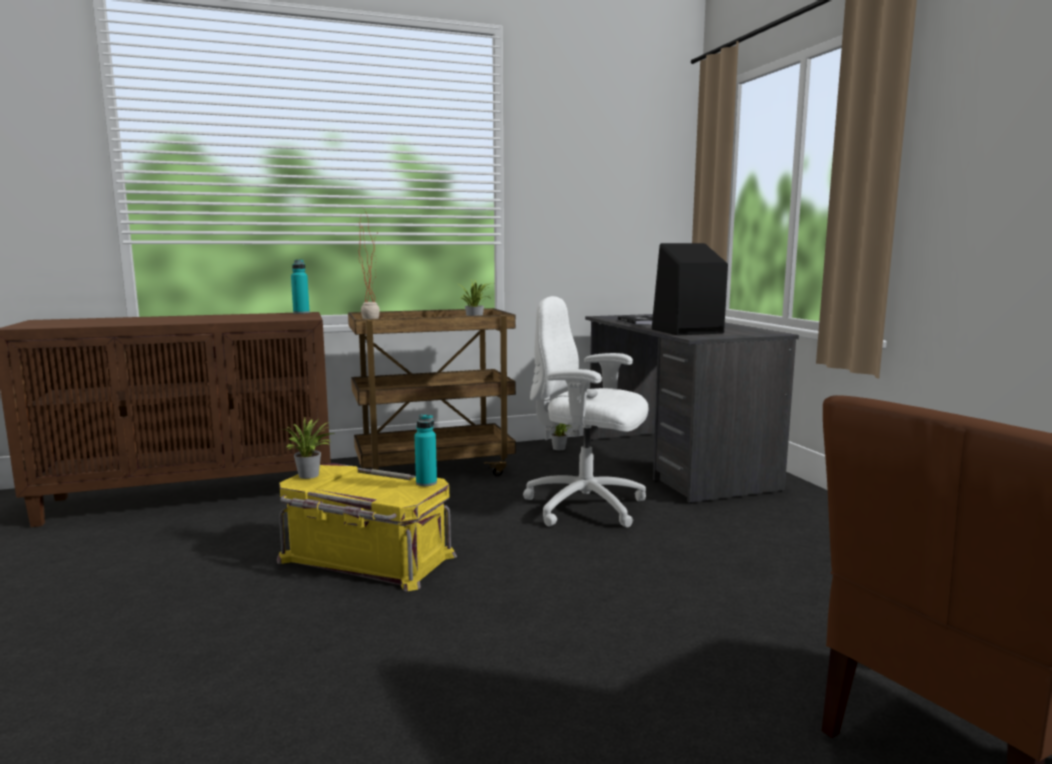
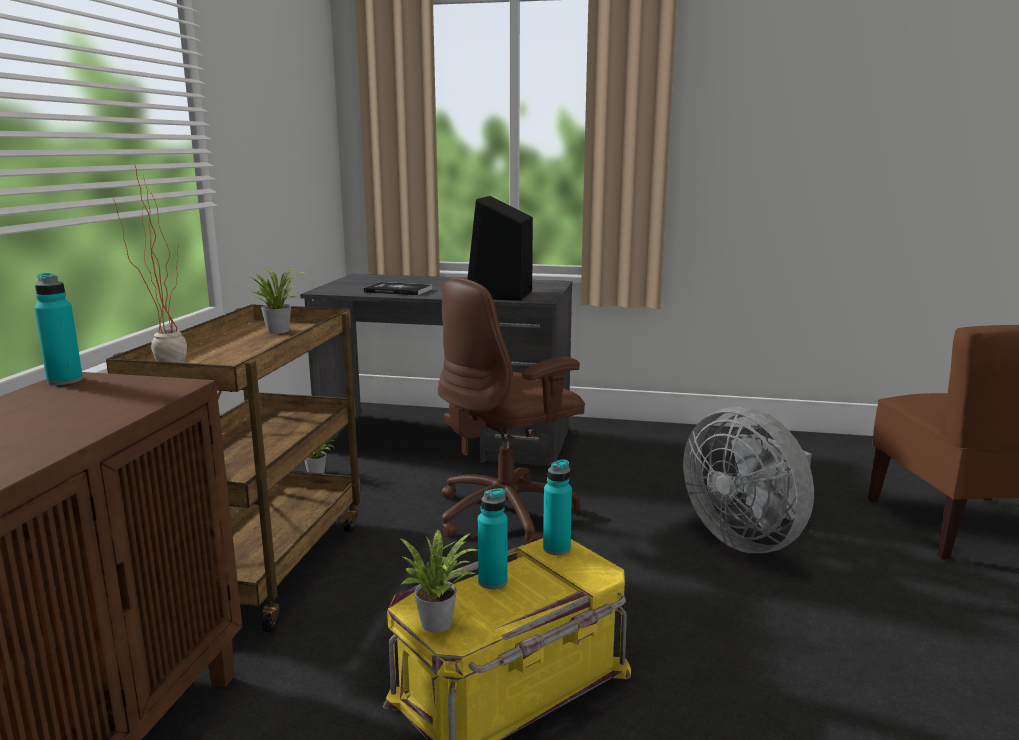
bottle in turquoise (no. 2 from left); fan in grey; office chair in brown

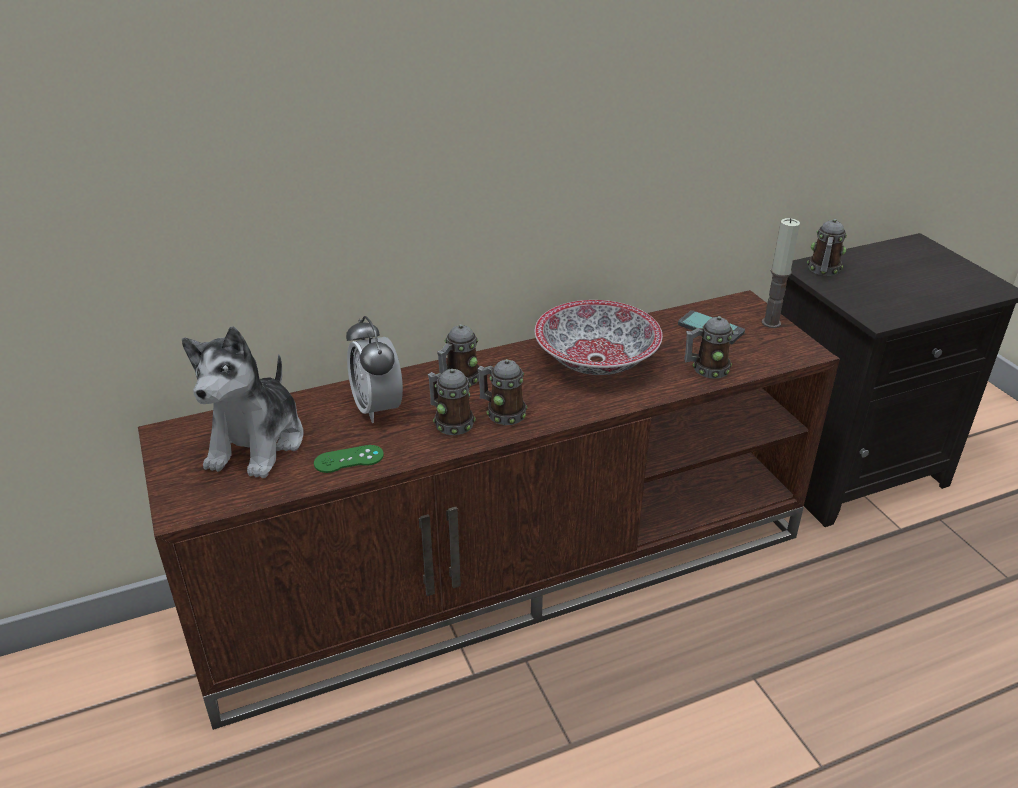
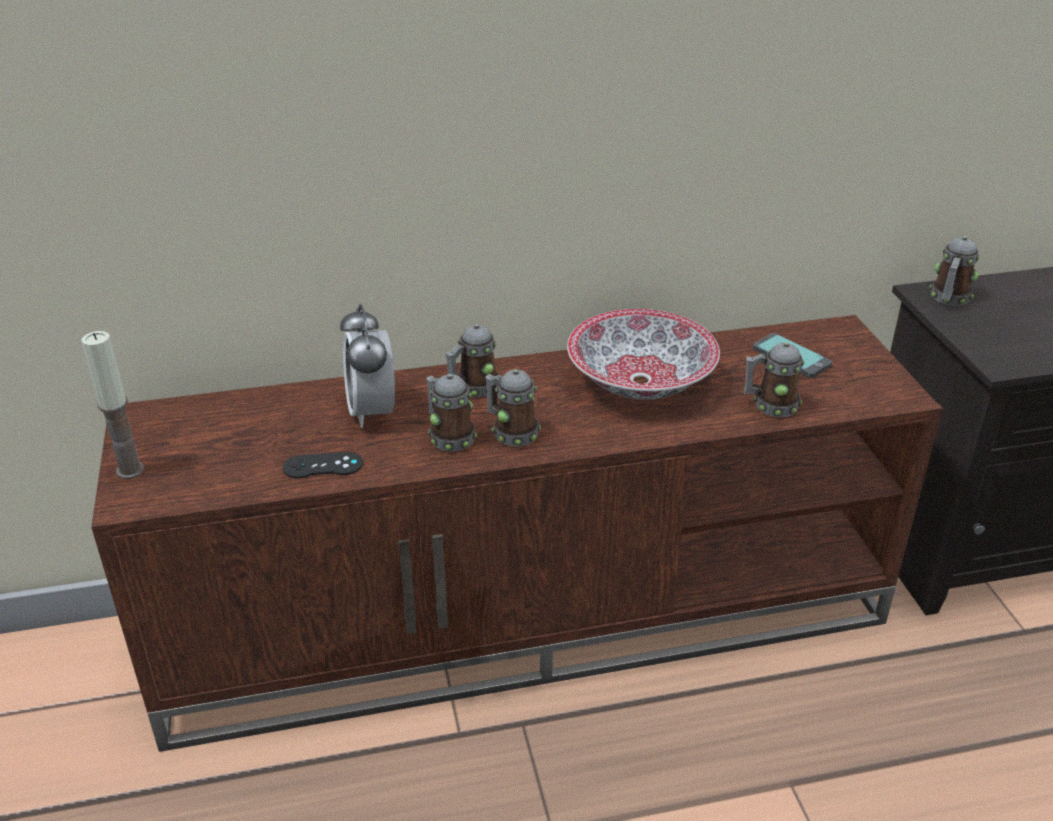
plush toy; candle; game controller in black

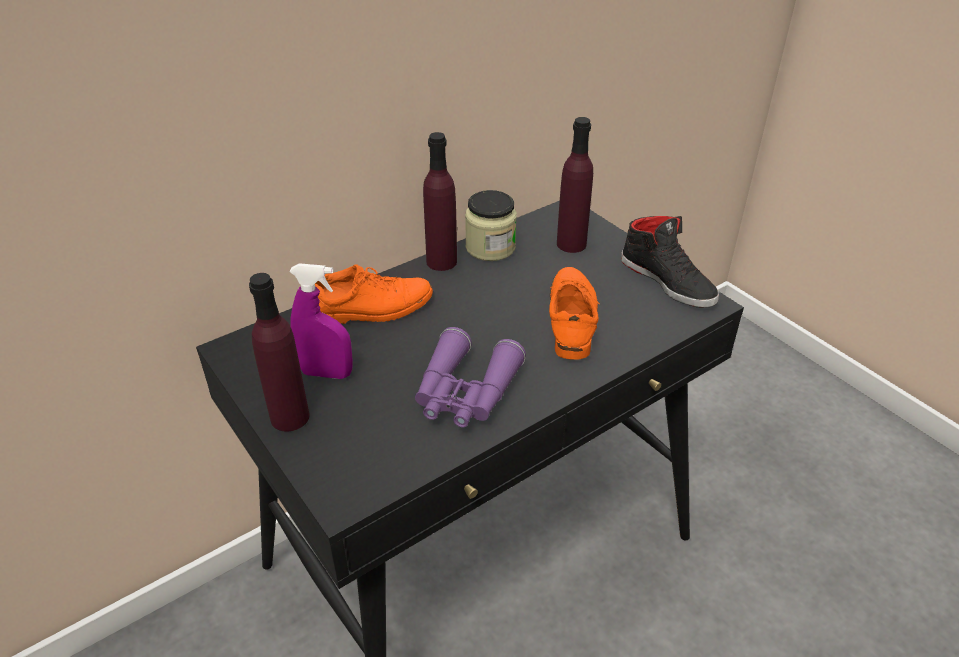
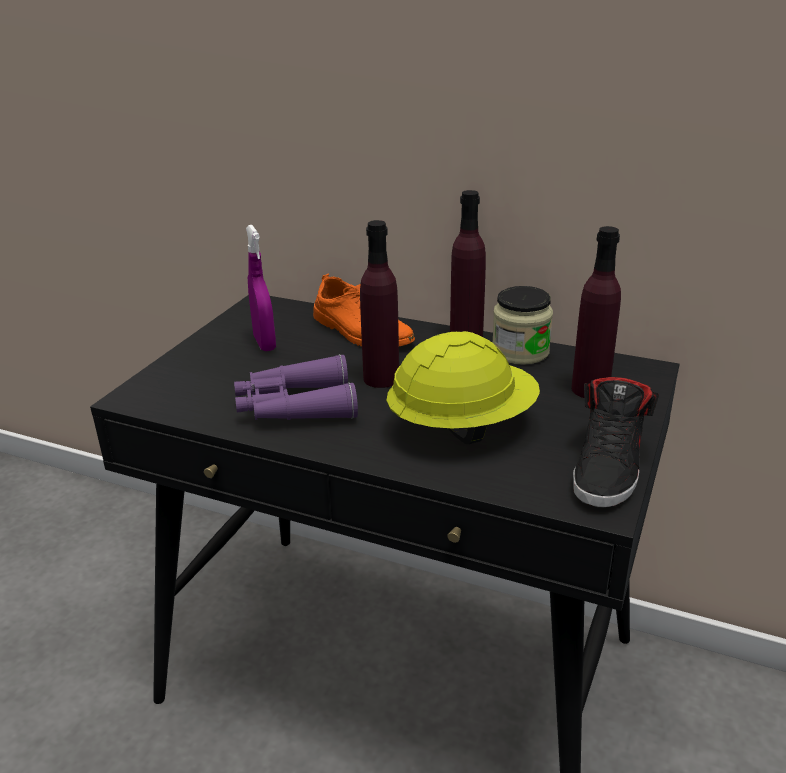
bottle in purple (no. 1 from left); hard hat in yellow

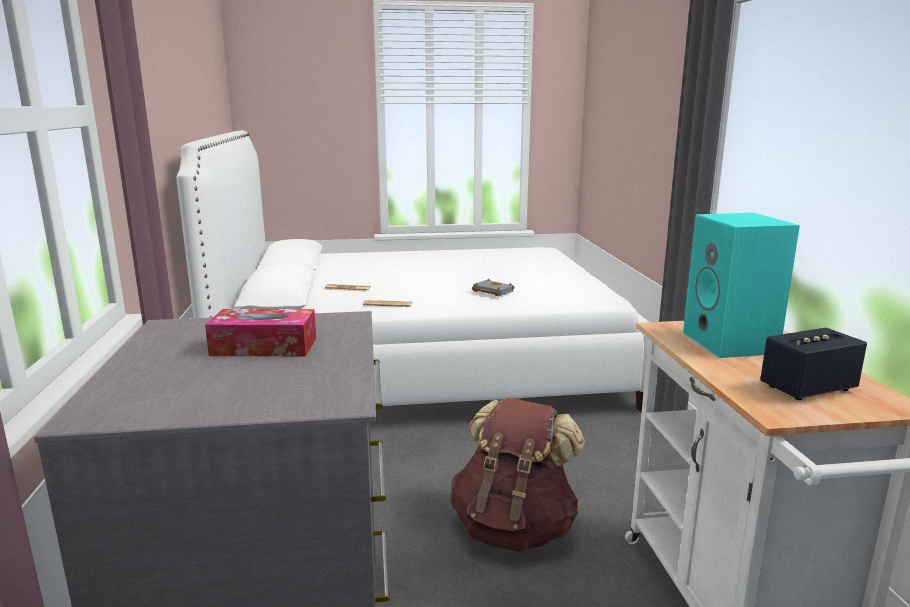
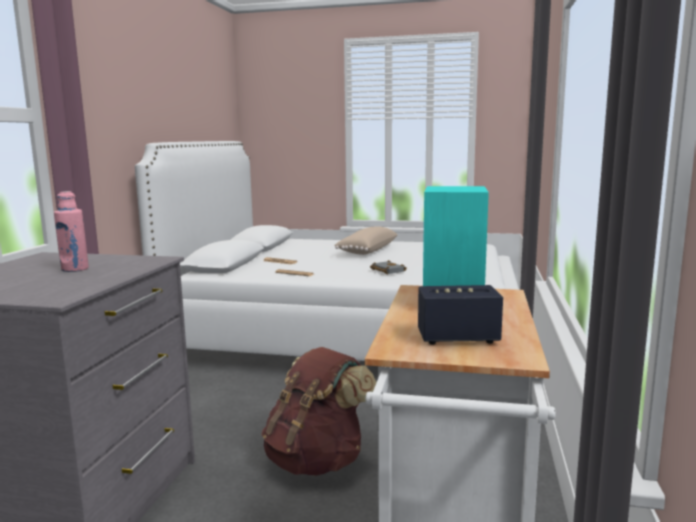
pillow in beige; bottle in pink

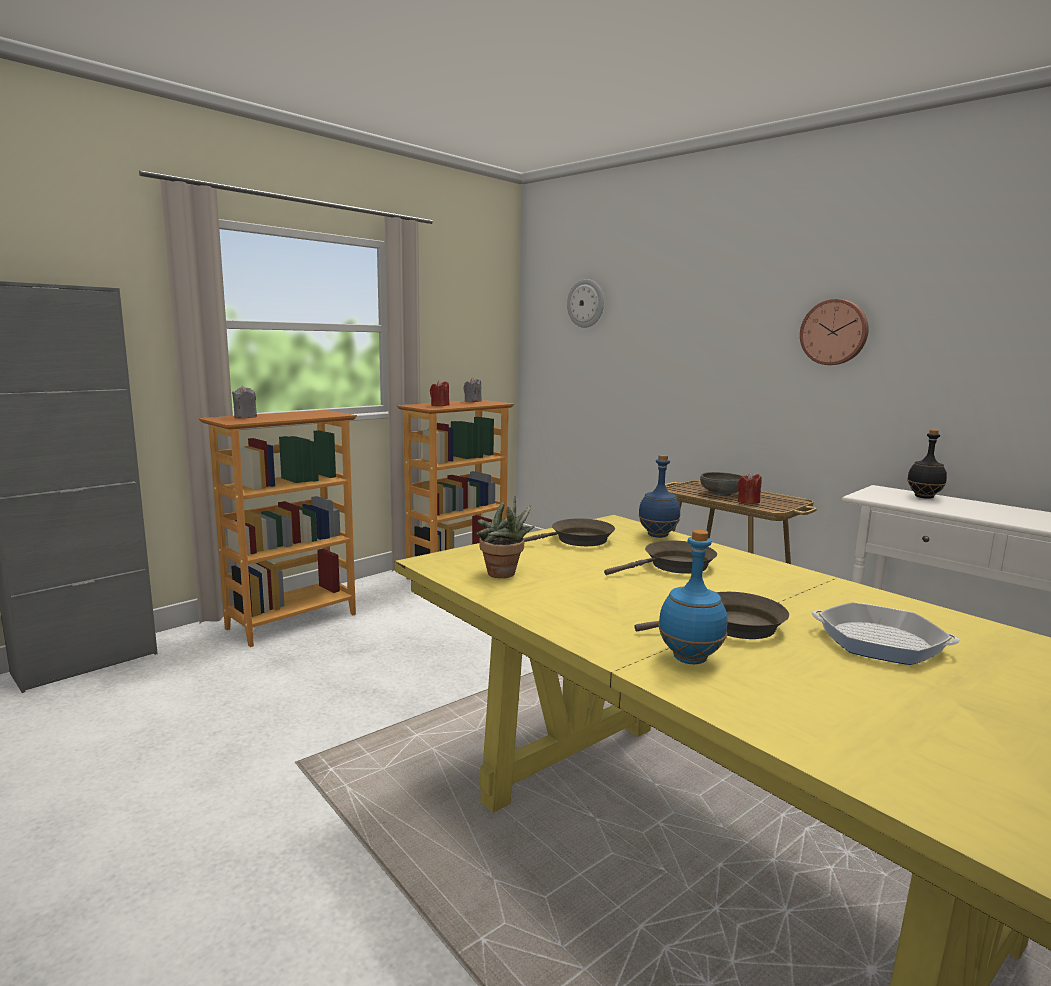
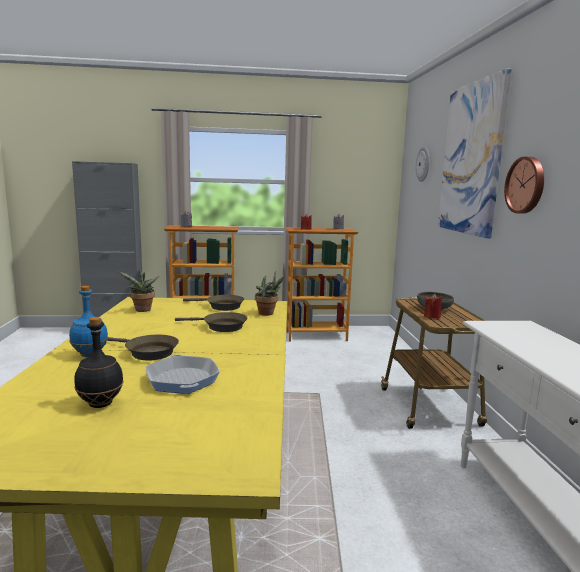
picture; bottle in black; potted plant (no. 2 from left)

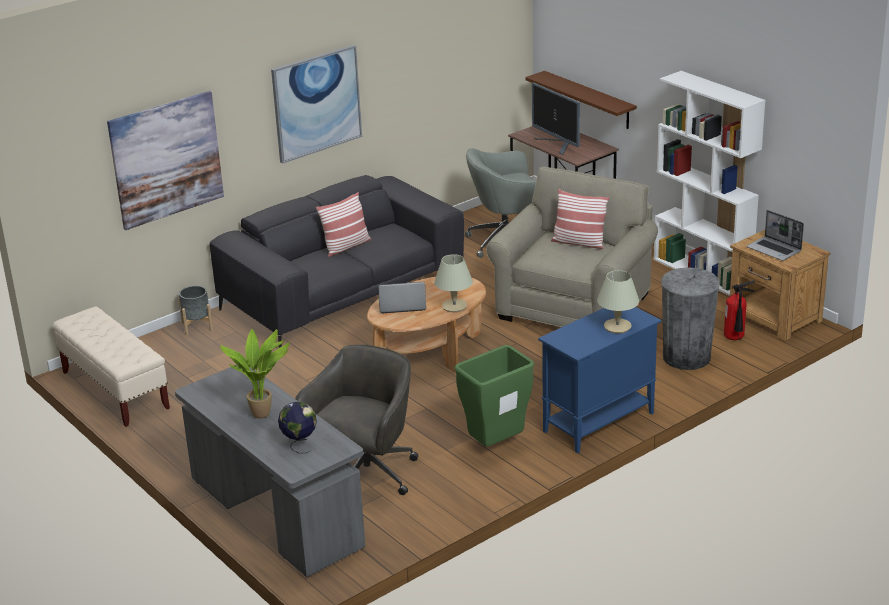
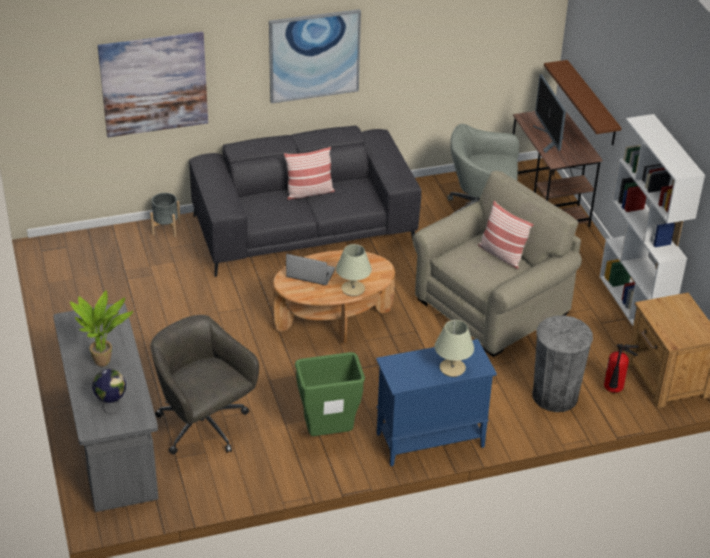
bench in beige; laptop (no. 2 from left in the first image); office chair in grey (no. 1 from left)

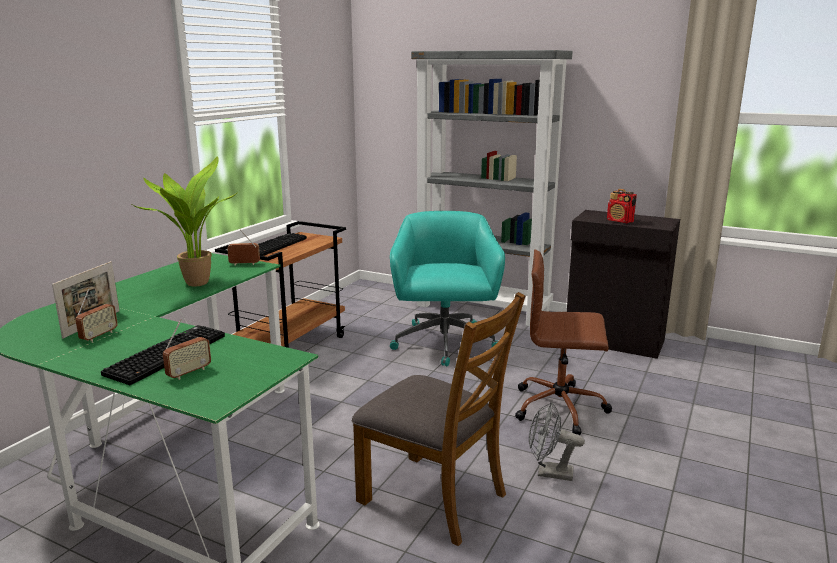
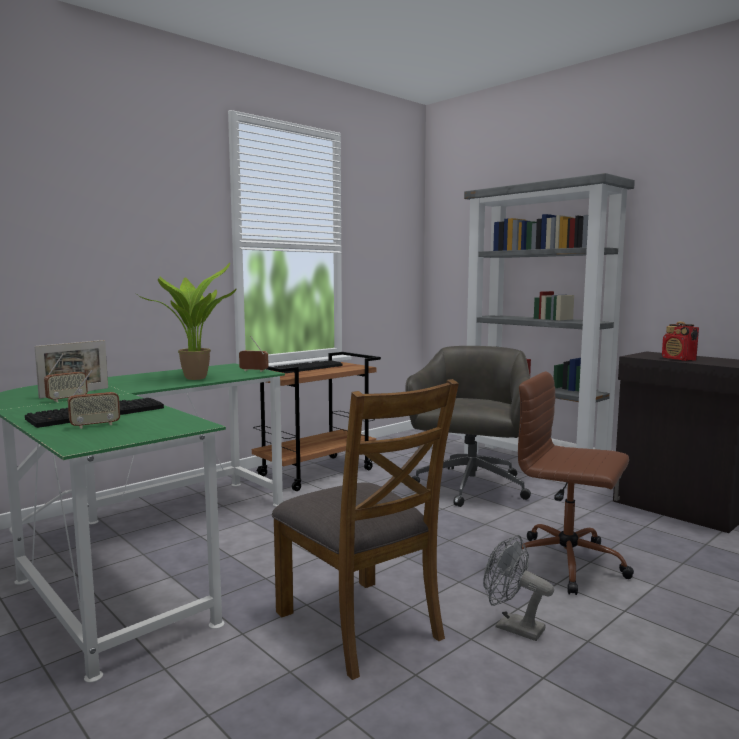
office chair in grey

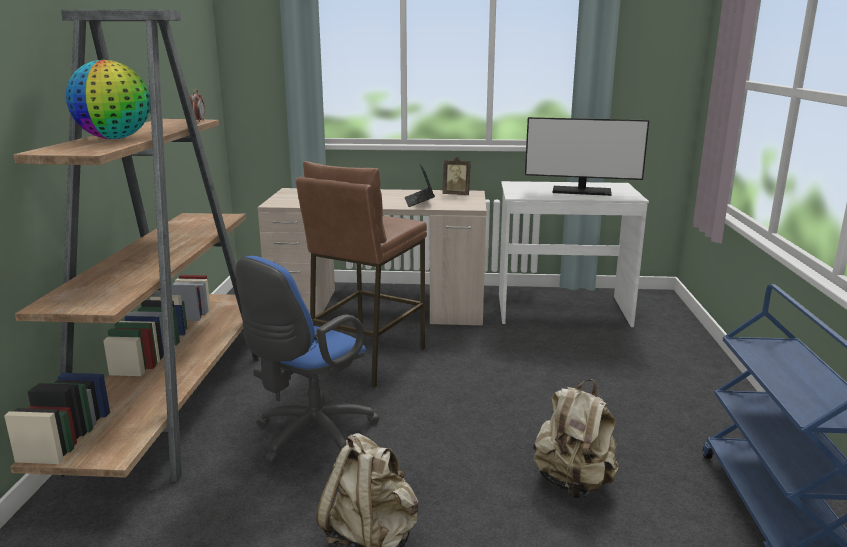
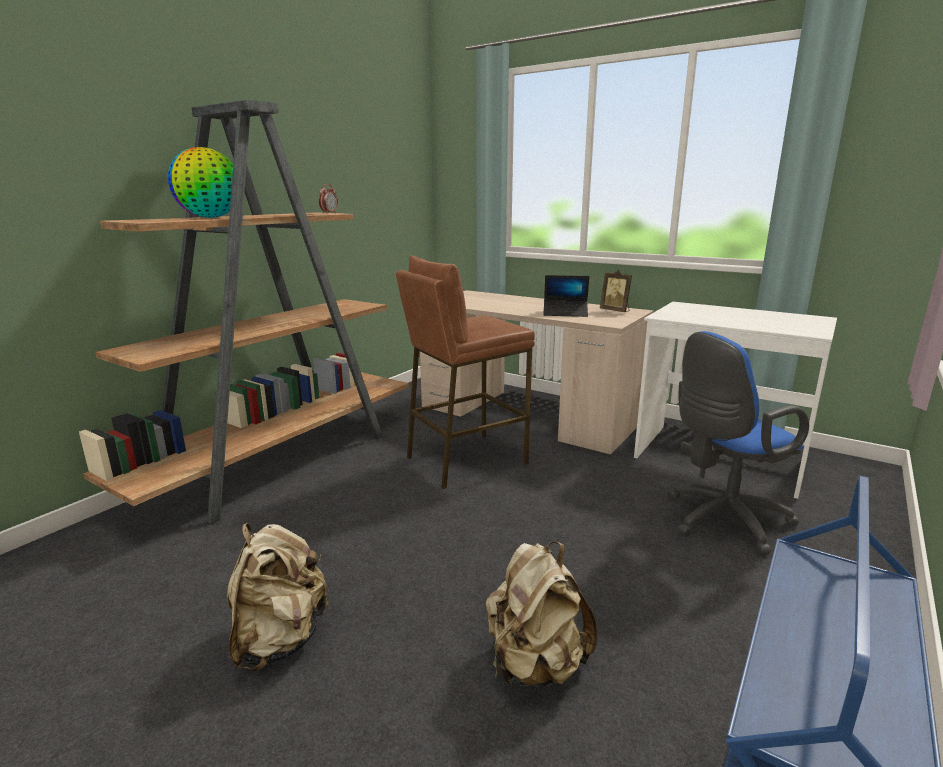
monitor; office chair in blue; laptop

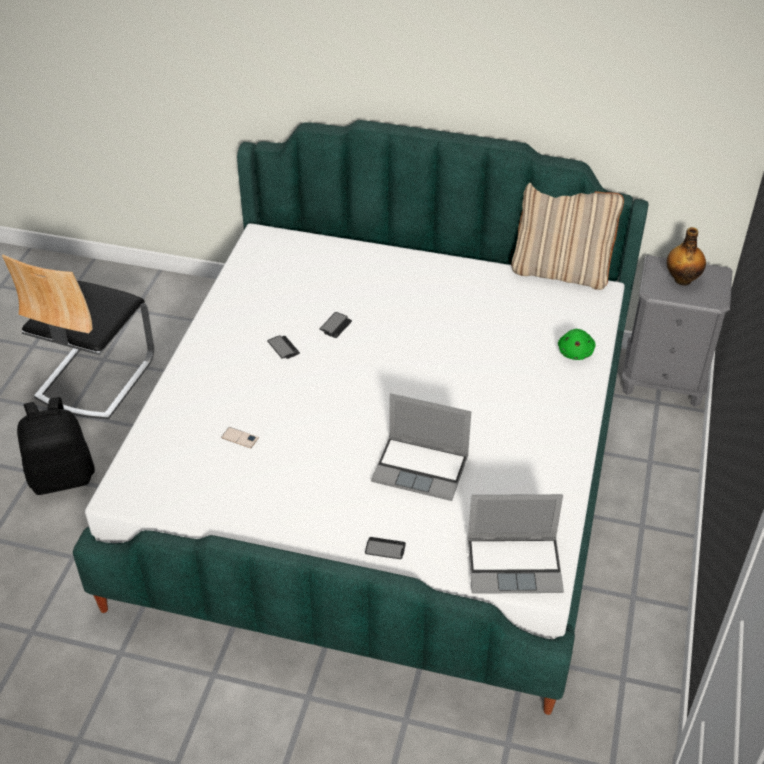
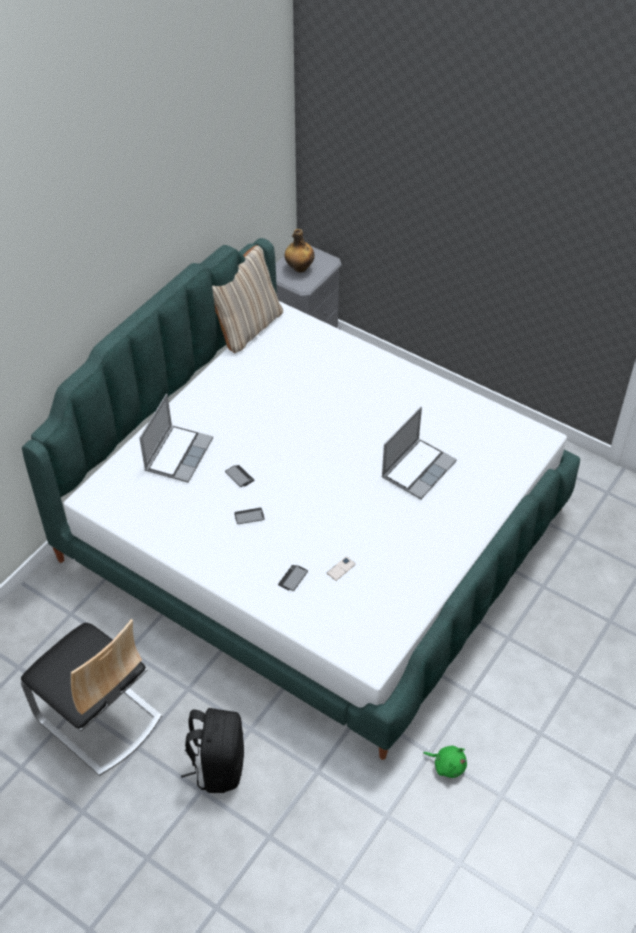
phone (no. 3 from left); laptop (no. 1 from left); plush toy in green

